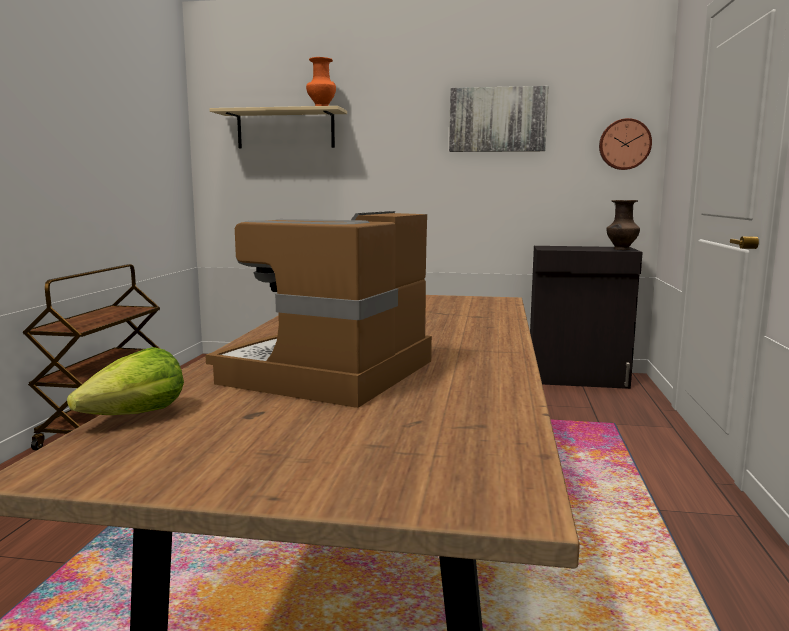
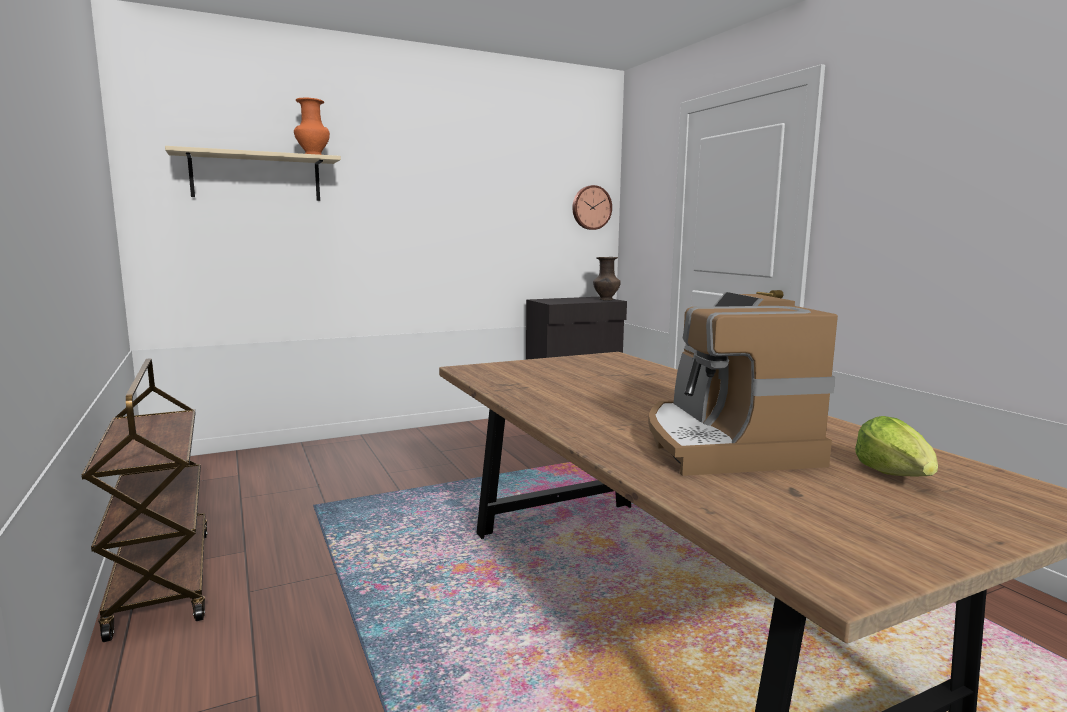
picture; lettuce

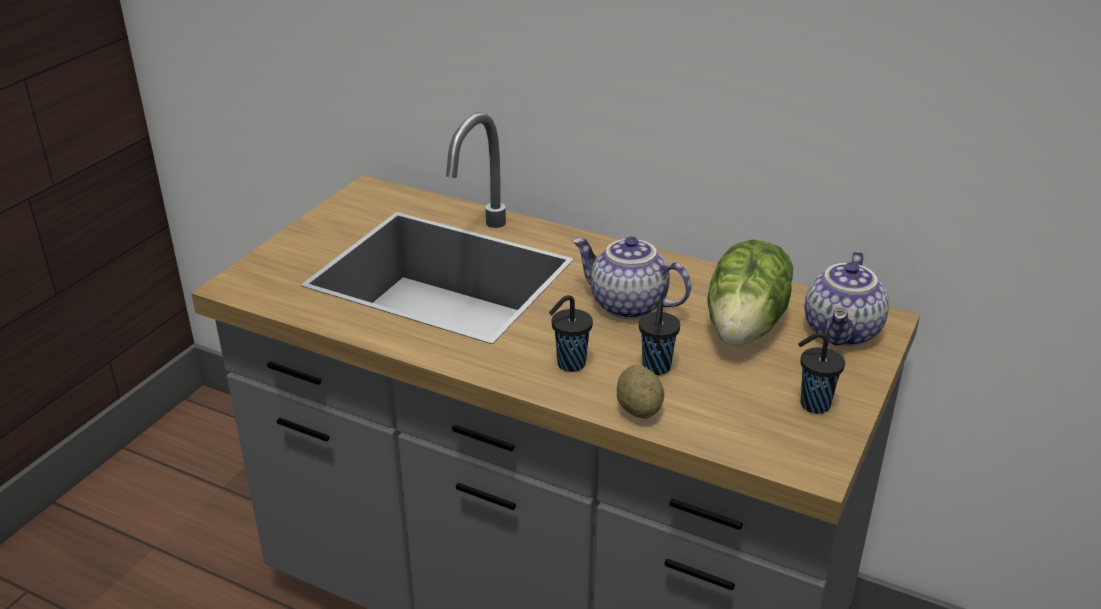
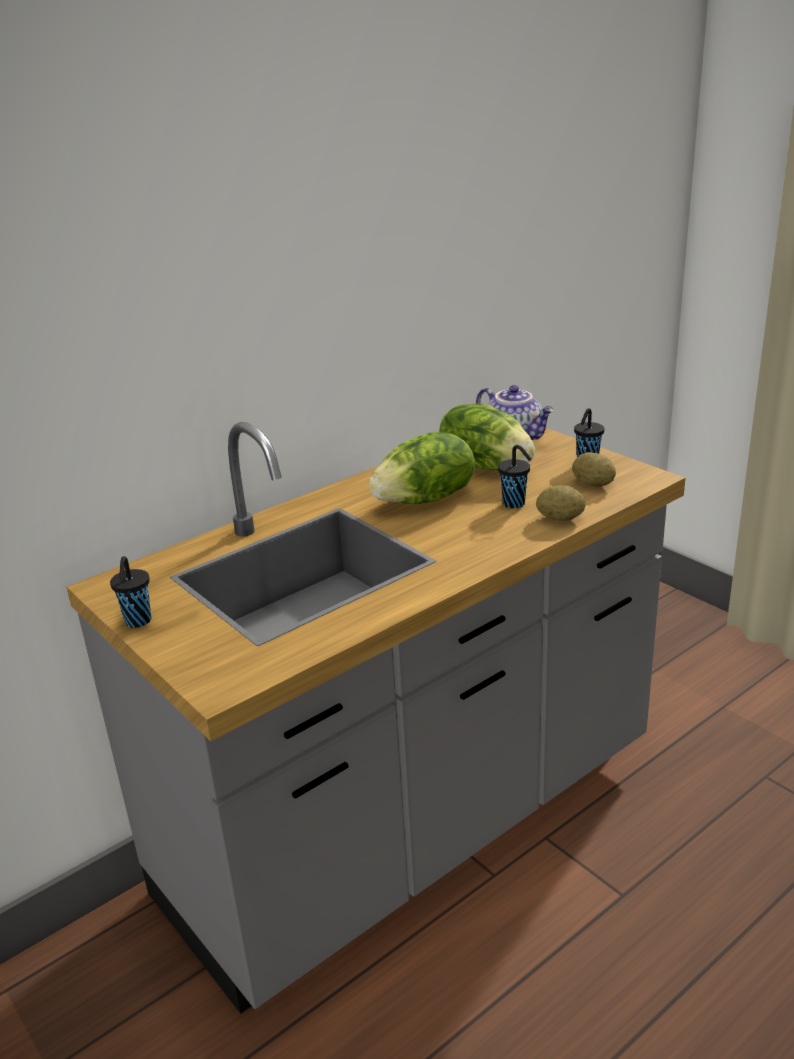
potato (no. 2 from left); cup in black (no. 1 from left); lettuce (no. 1 from left)

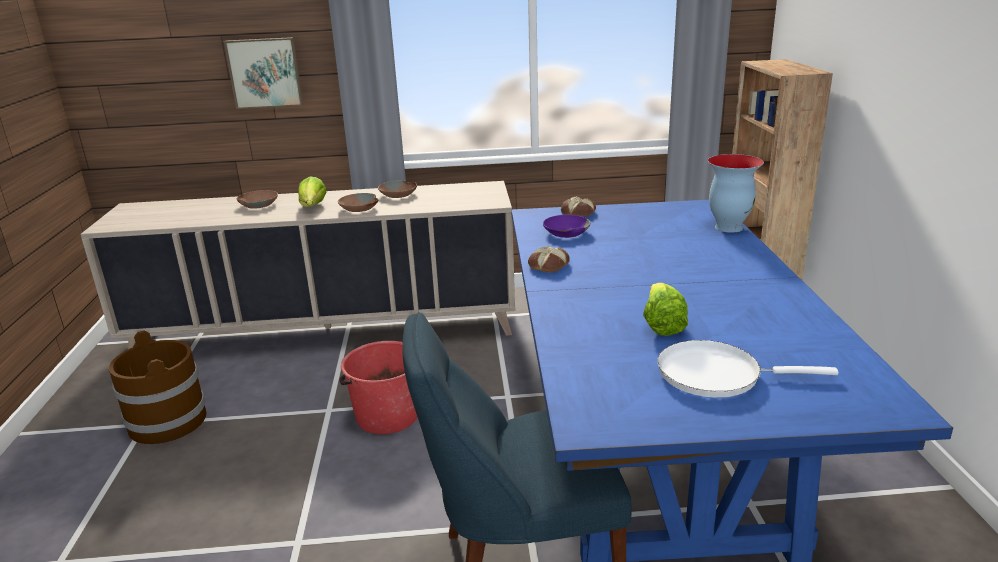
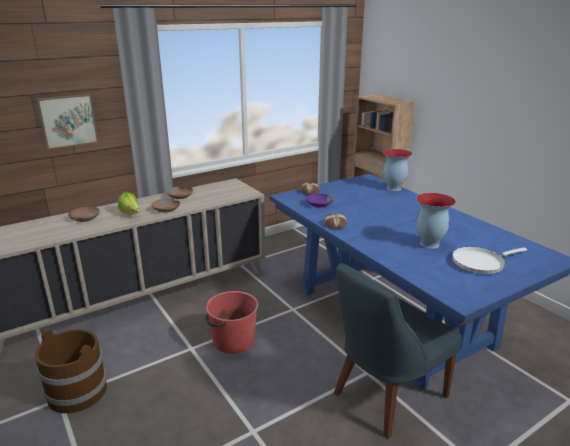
vase (no. 2 from left)

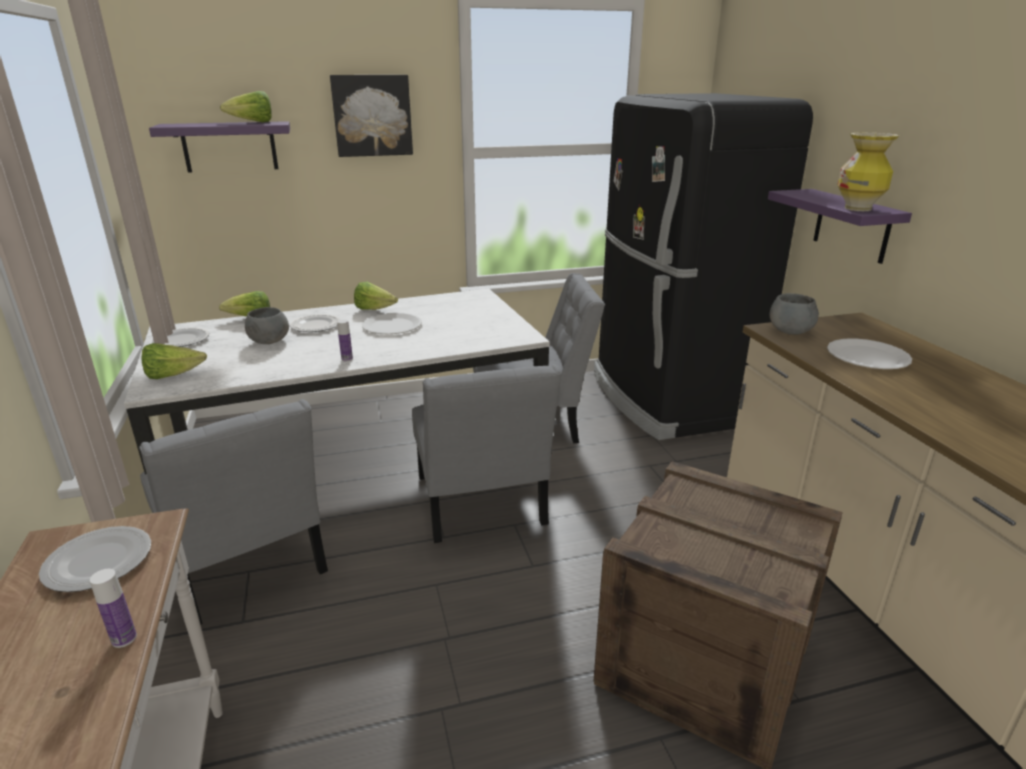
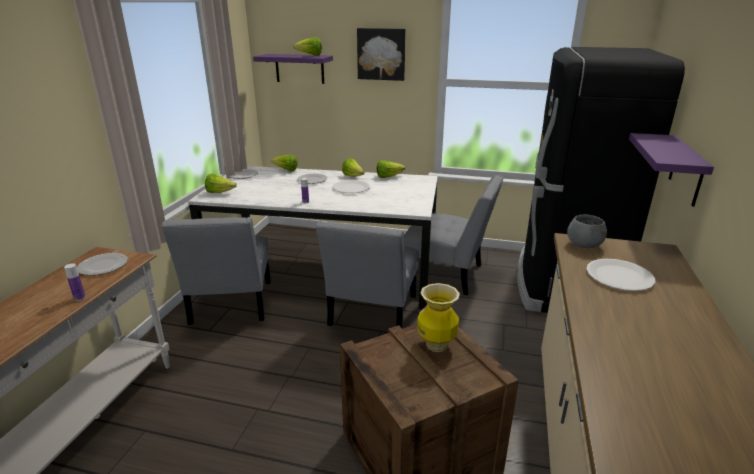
bowl in grey (no. 1 from left in the first image); lettuce (no. 5 from left); vase

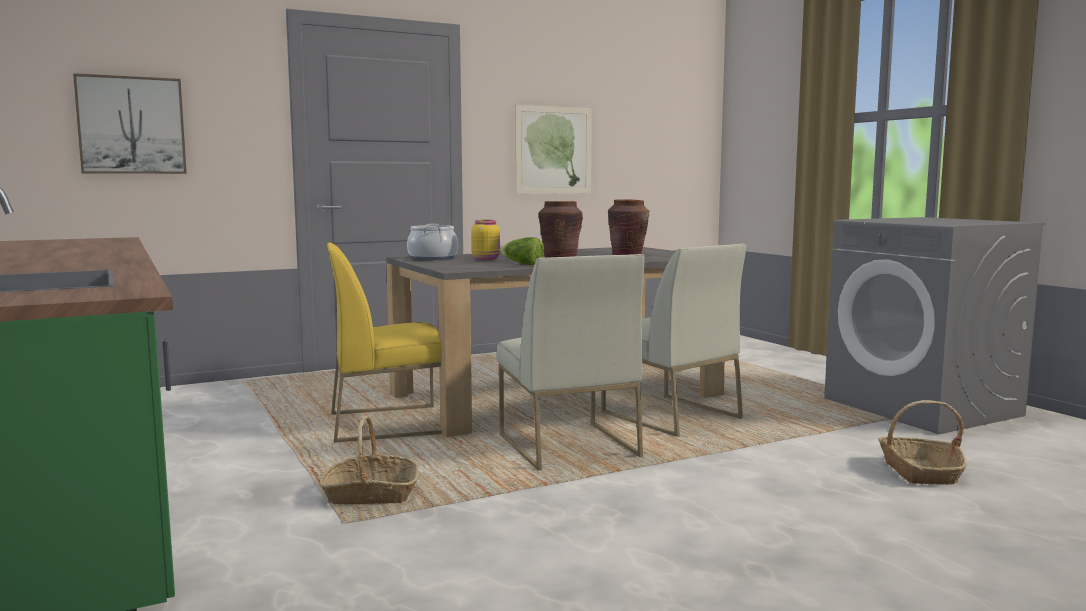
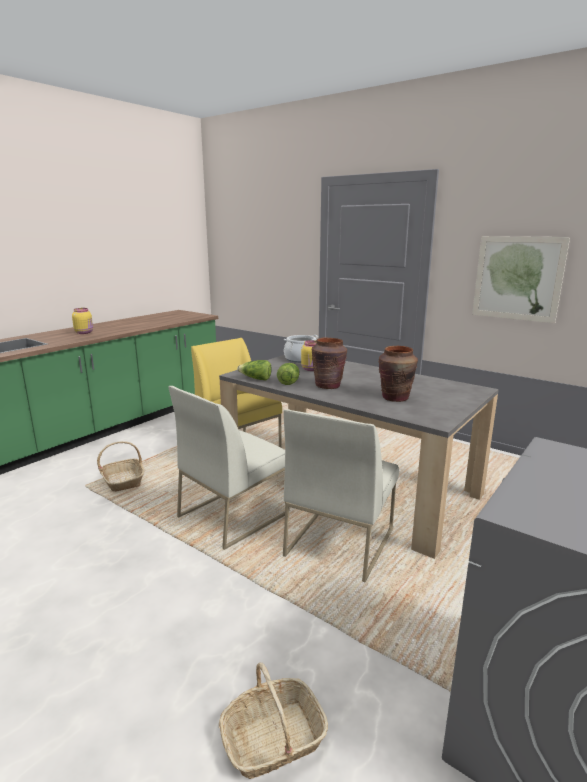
picture (no. 1 from left in the first image); jar in yellow (no. 1 from left); lettuce (no. 1 from left)

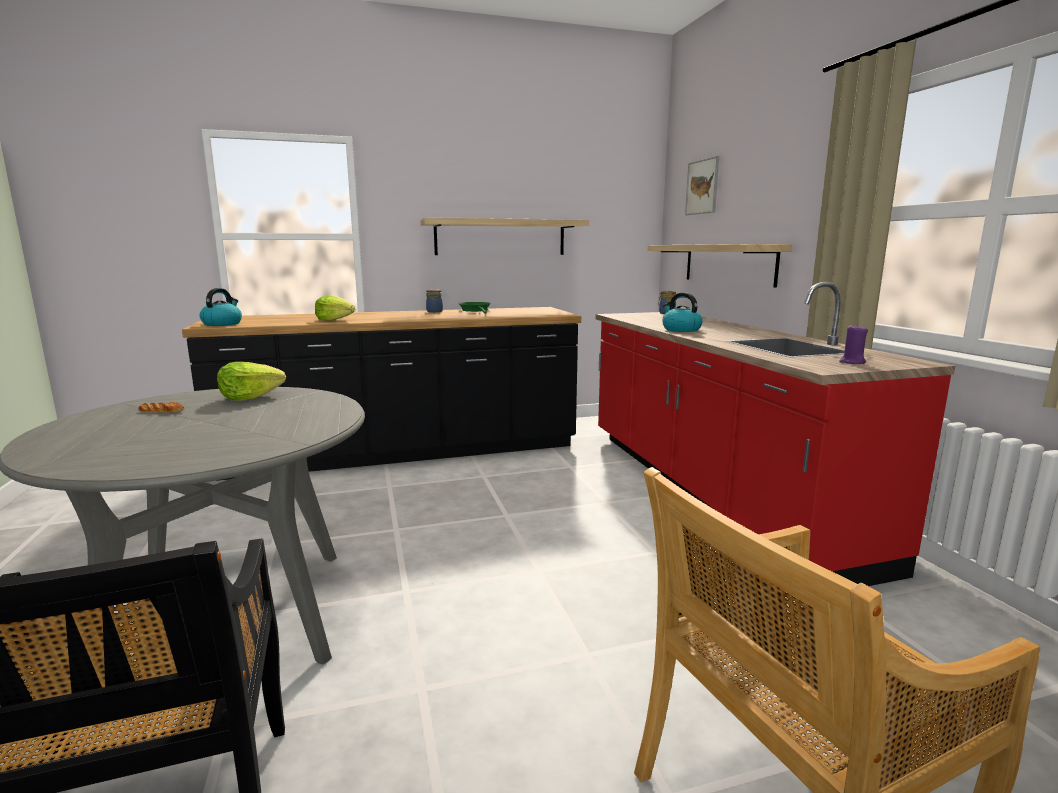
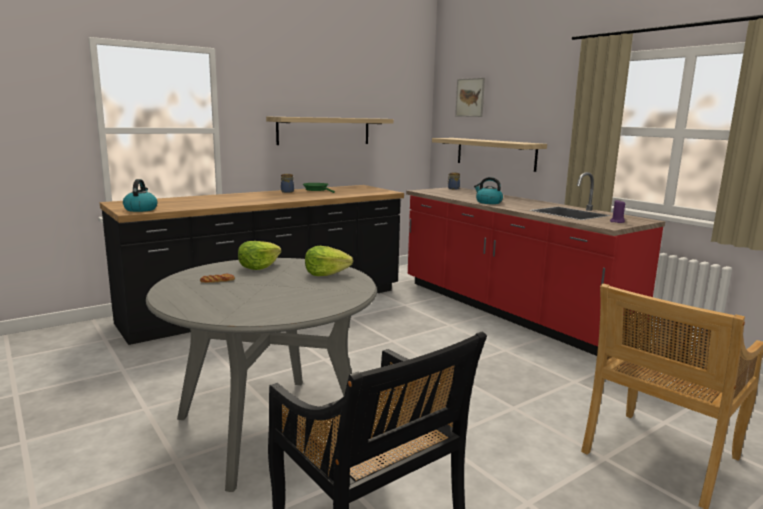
lettuce (no. 2 from left)

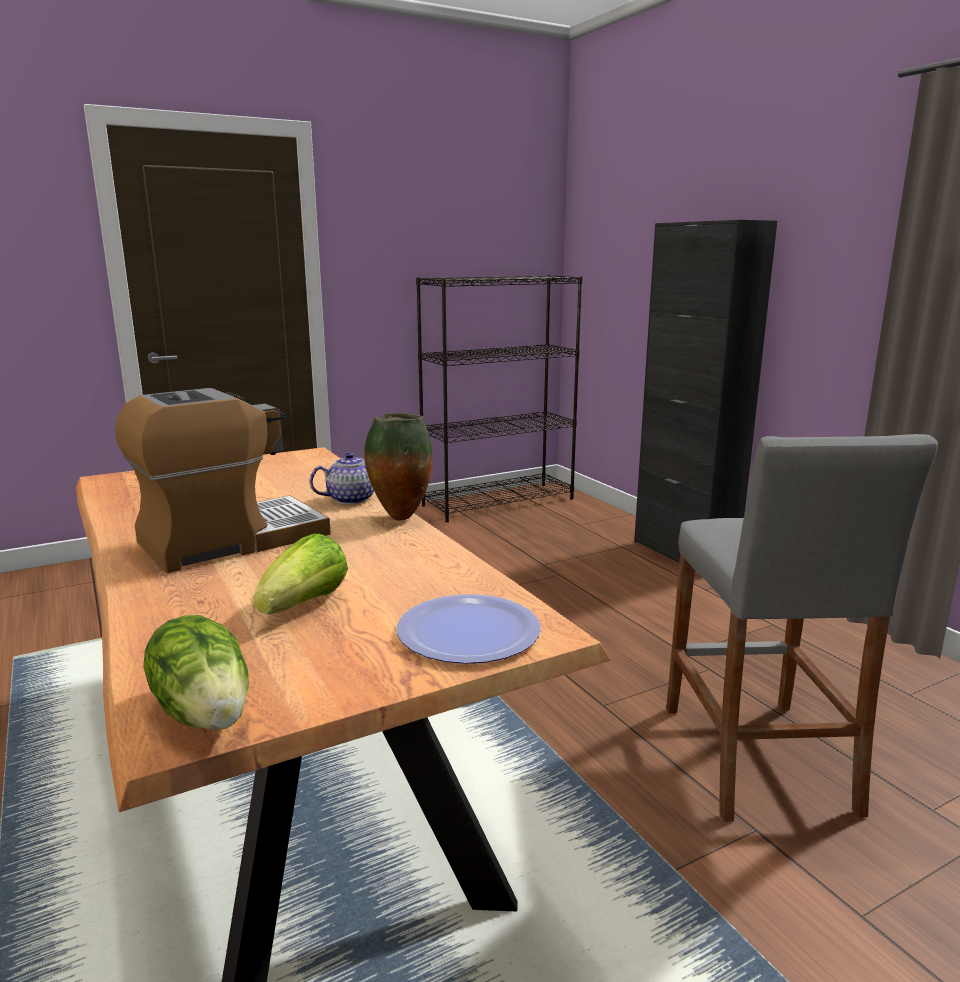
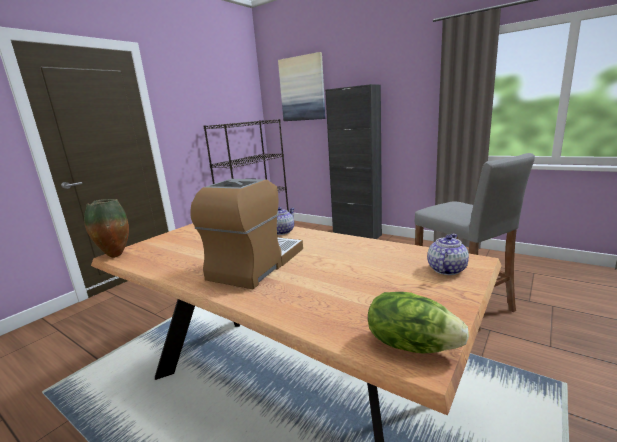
lettuce (no. 2 from left in the first image); picture; vase; teapot (no. 2 from left)

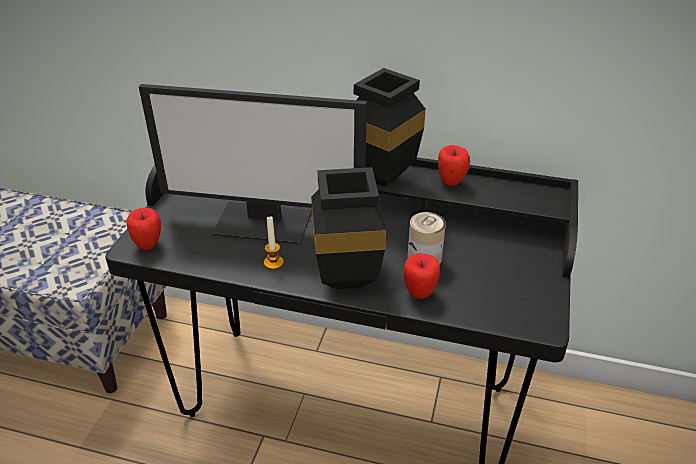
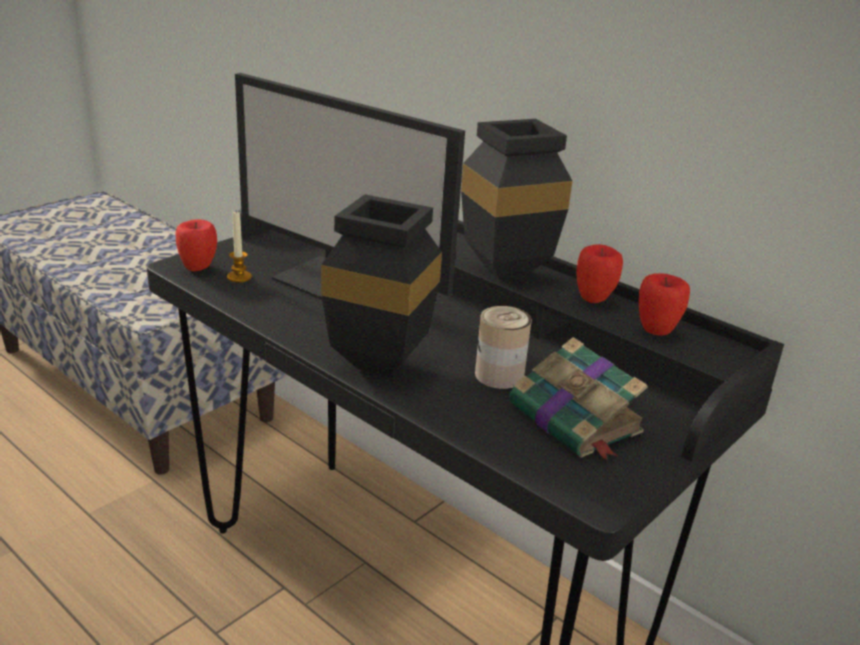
book; candle; apple (no. 3 from left)

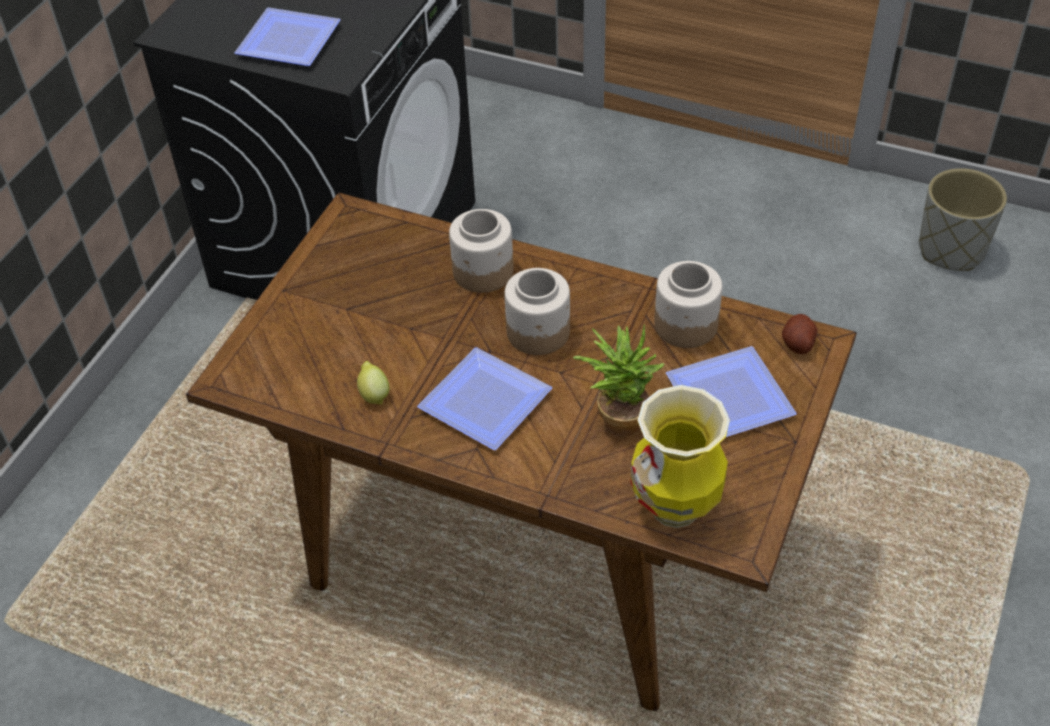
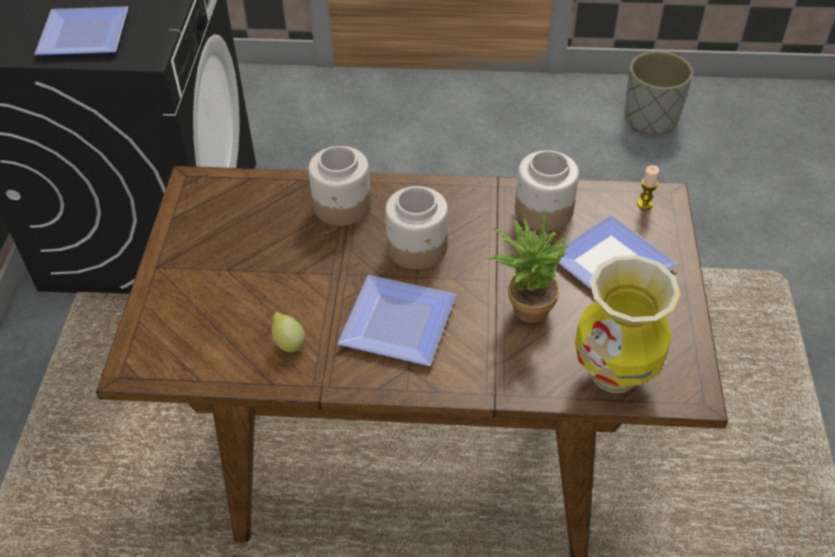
candle

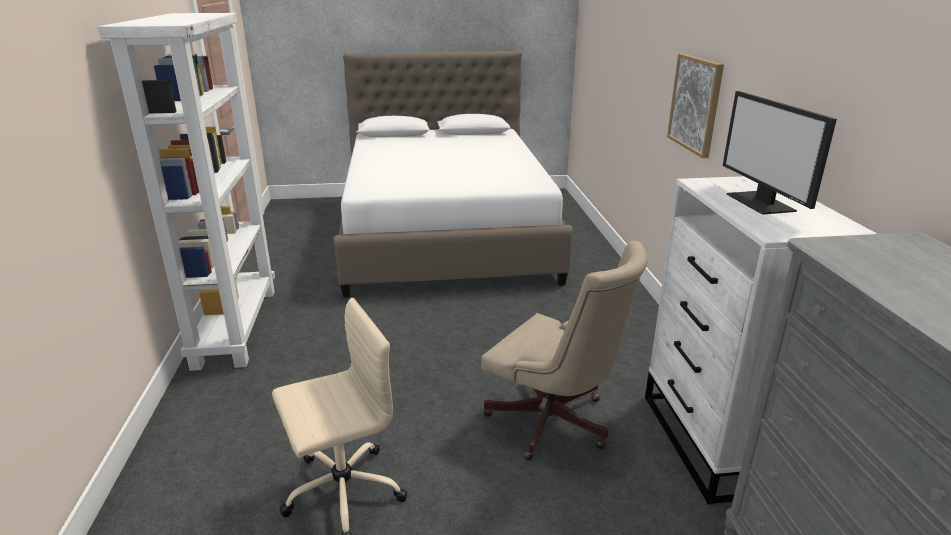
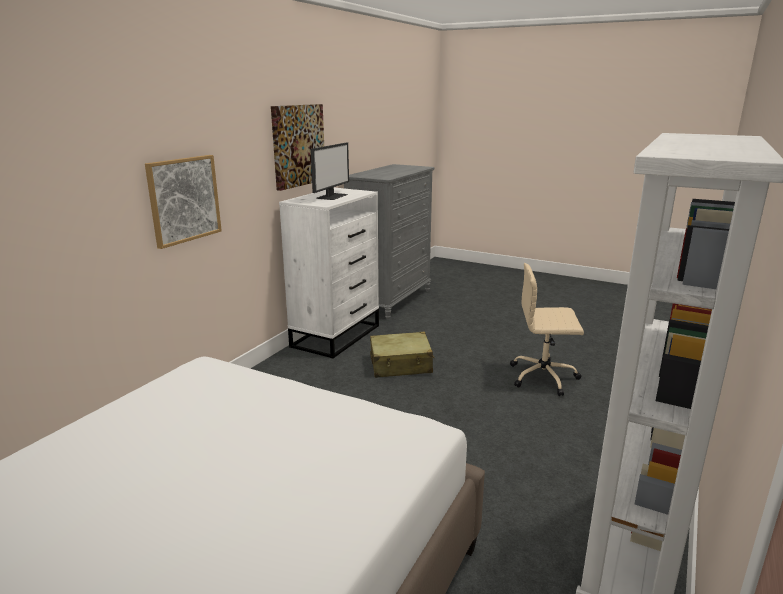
picture (no. 2 from left); suitcase in beige

